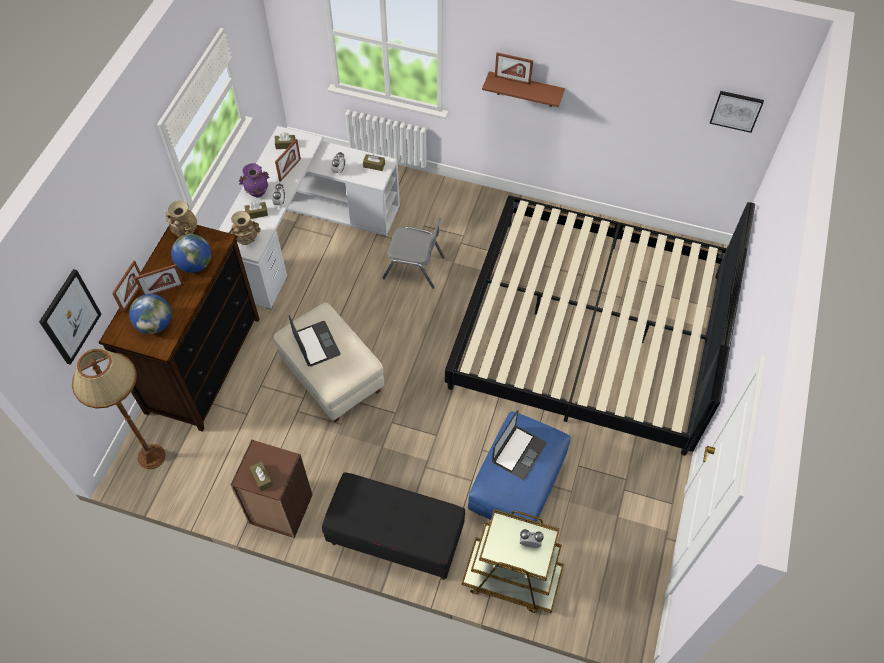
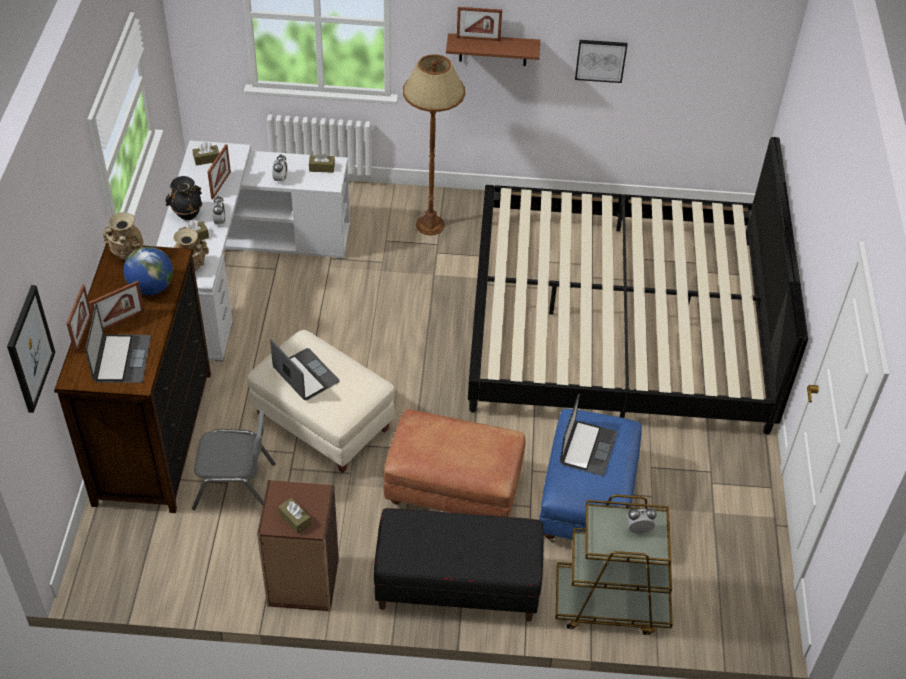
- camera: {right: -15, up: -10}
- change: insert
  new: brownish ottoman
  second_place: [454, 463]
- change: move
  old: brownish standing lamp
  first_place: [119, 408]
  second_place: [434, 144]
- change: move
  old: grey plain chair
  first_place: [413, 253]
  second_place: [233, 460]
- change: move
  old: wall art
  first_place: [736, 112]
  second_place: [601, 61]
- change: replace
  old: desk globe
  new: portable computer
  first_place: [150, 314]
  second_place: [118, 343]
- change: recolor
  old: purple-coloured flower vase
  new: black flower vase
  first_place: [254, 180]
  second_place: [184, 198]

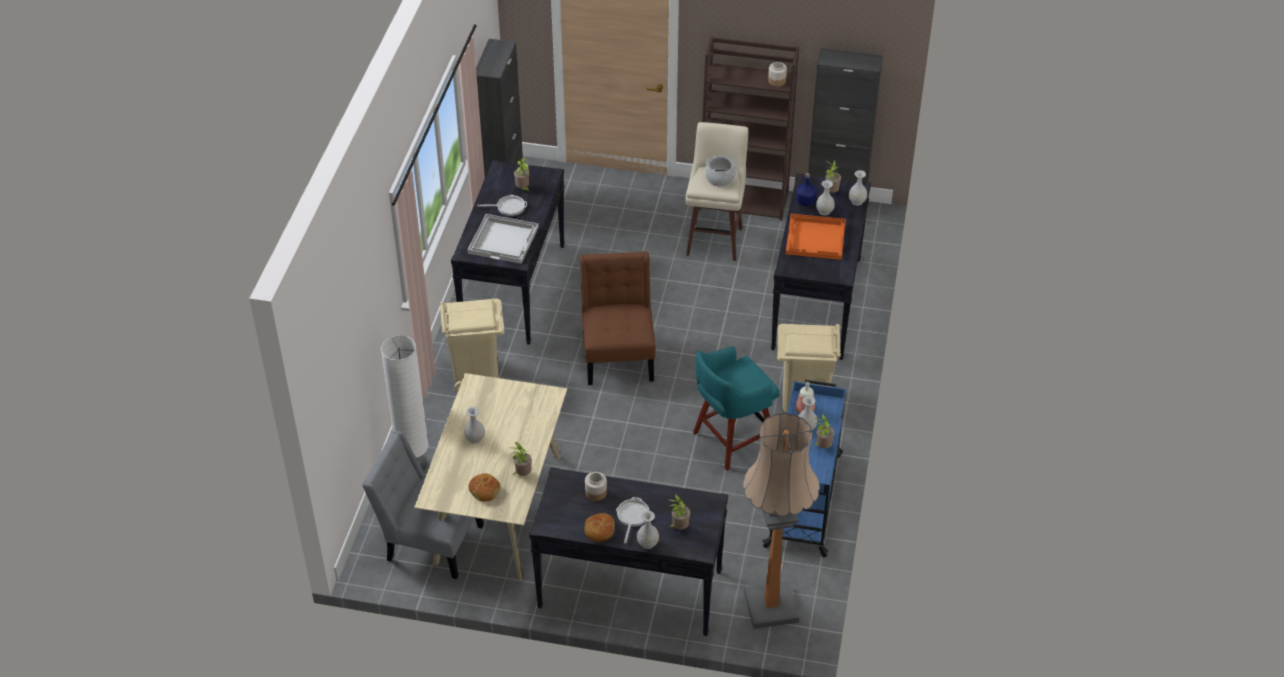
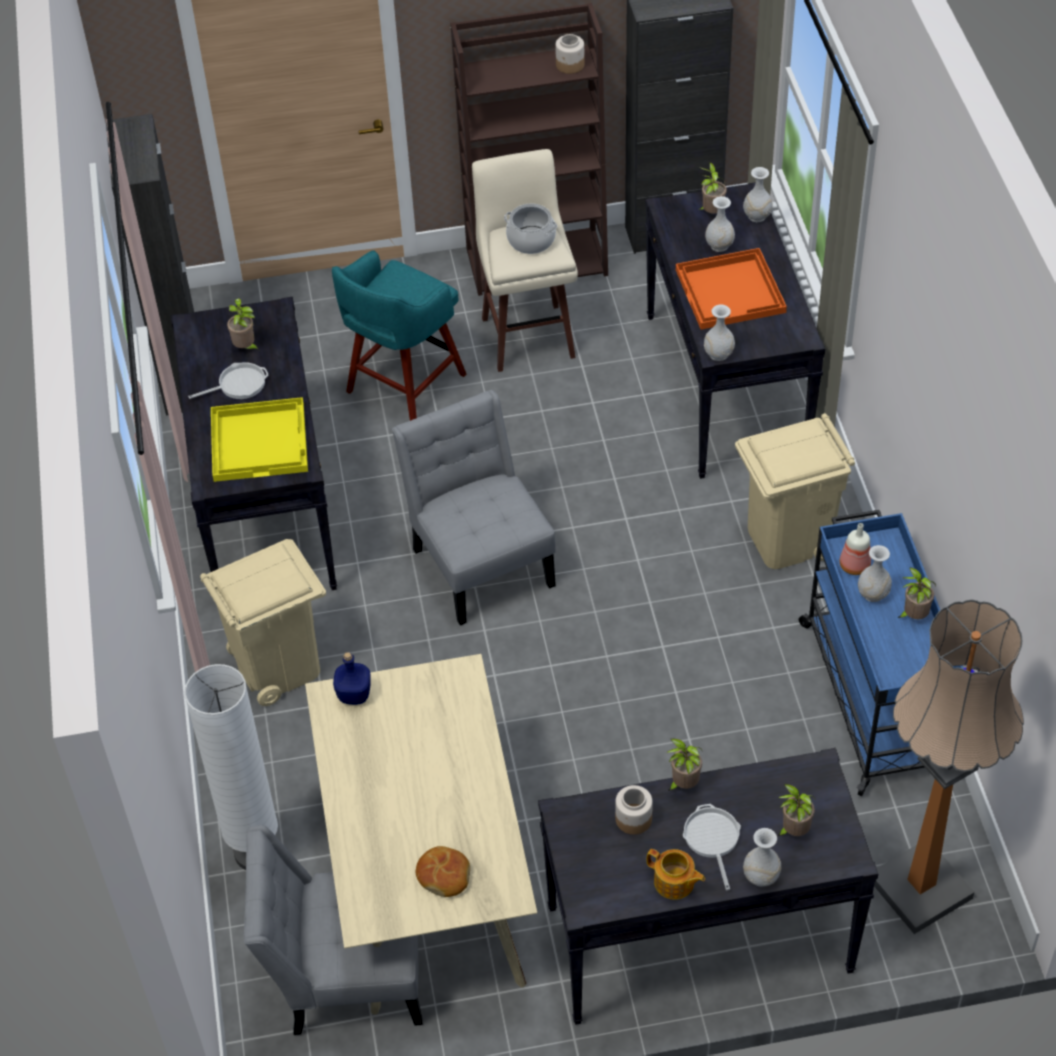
- camera: {right: -20, up: 5}
- change: move
  old: white-coloured flower vase
  first_place: [474, 425]
  second_place: [719, 333]
- change: move
  old: potted plant
  first_place: [521, 459]
  second_place: [684, 765]
- change: move
  old: blue-green sitting stool
  first_place: [736, 408]
  second_place: [399, 335]
- change: move
  old: bluish drink bottle
  first_place: [806, 189]
  second_place: [352, 678]
- change: replace
  old: bread
  new: tea pot
  first_place: [600, 527]
  second_place: [676, 874]
- change: recolor
  old: white-coloured serving tray
  new: yellow-coloured serving tray
  first_place: [503, 239]
  second_place: [259, 439]
- change: recolor
  old: brownish plain chair
  new: grey plain chair
  first_place: [618, 318]
  second_place: [474, 508]

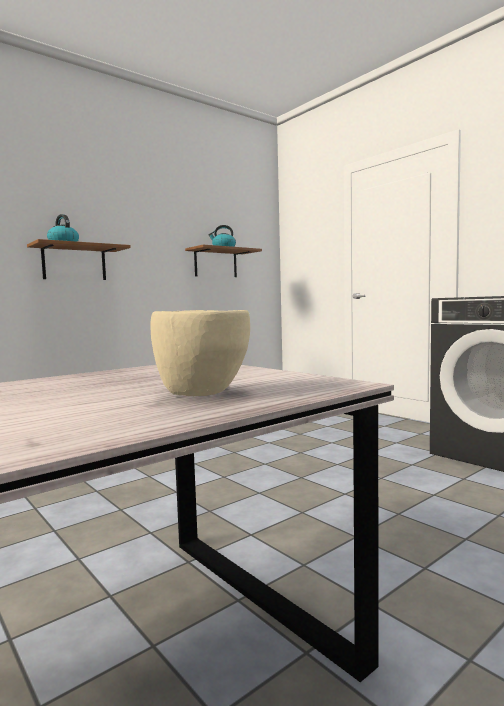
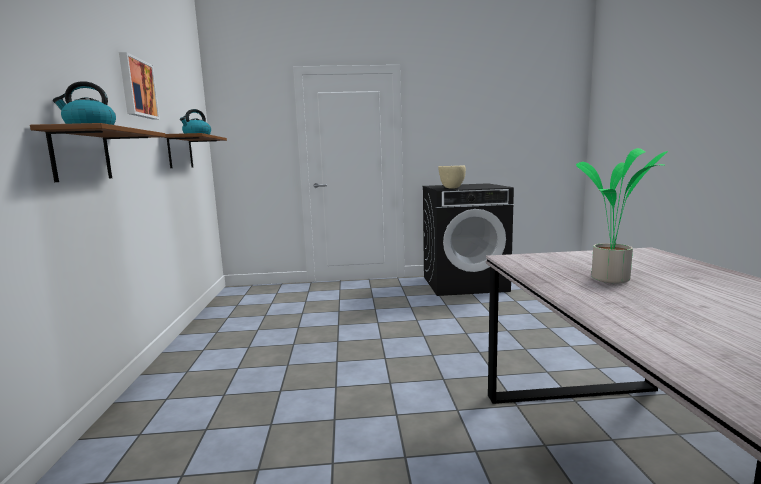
- camera: {right: -55, up: 5}
- change: insert
  new: wall art
  second_place: [139, 86]
- change: insert
  new: potted plant
  second_place: [622, 215]
- change: move
  old: beige bowl
  first_place: [200, 353]
  second_place: [452, 177]

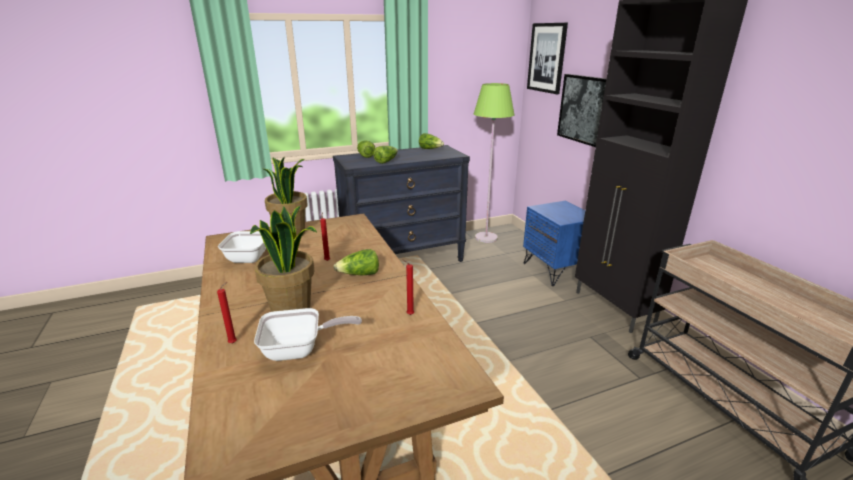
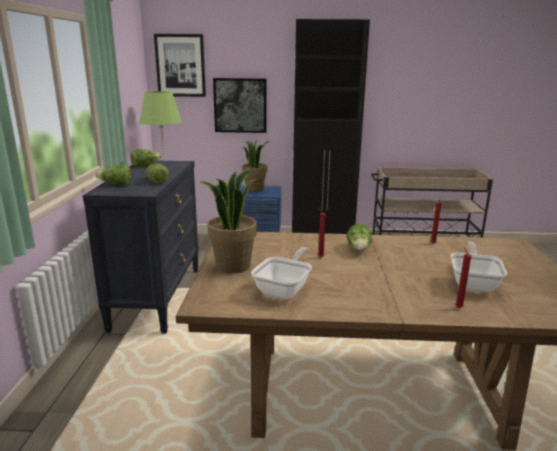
- camera: {right: -65, up: -5}
- change: move
  old: potted plant
  first_place: [283, 259]
  second_place: [256, 165]

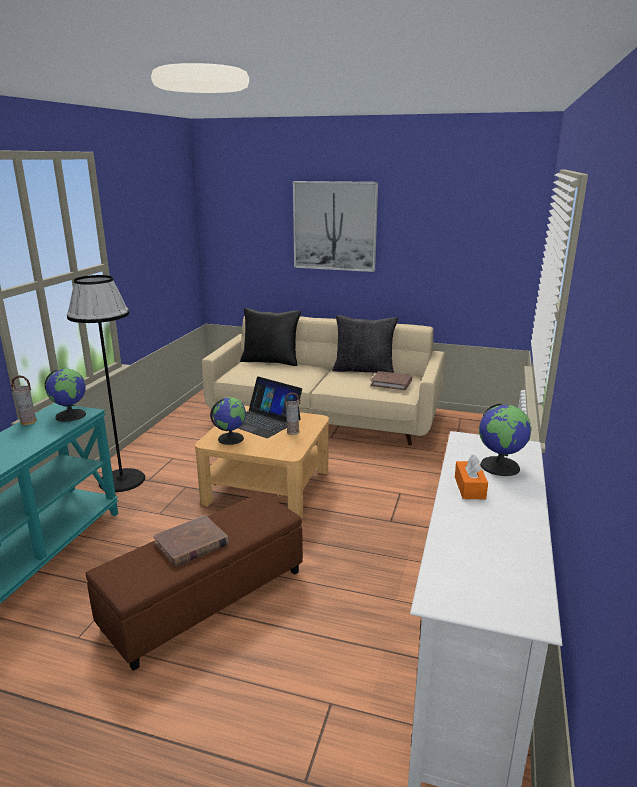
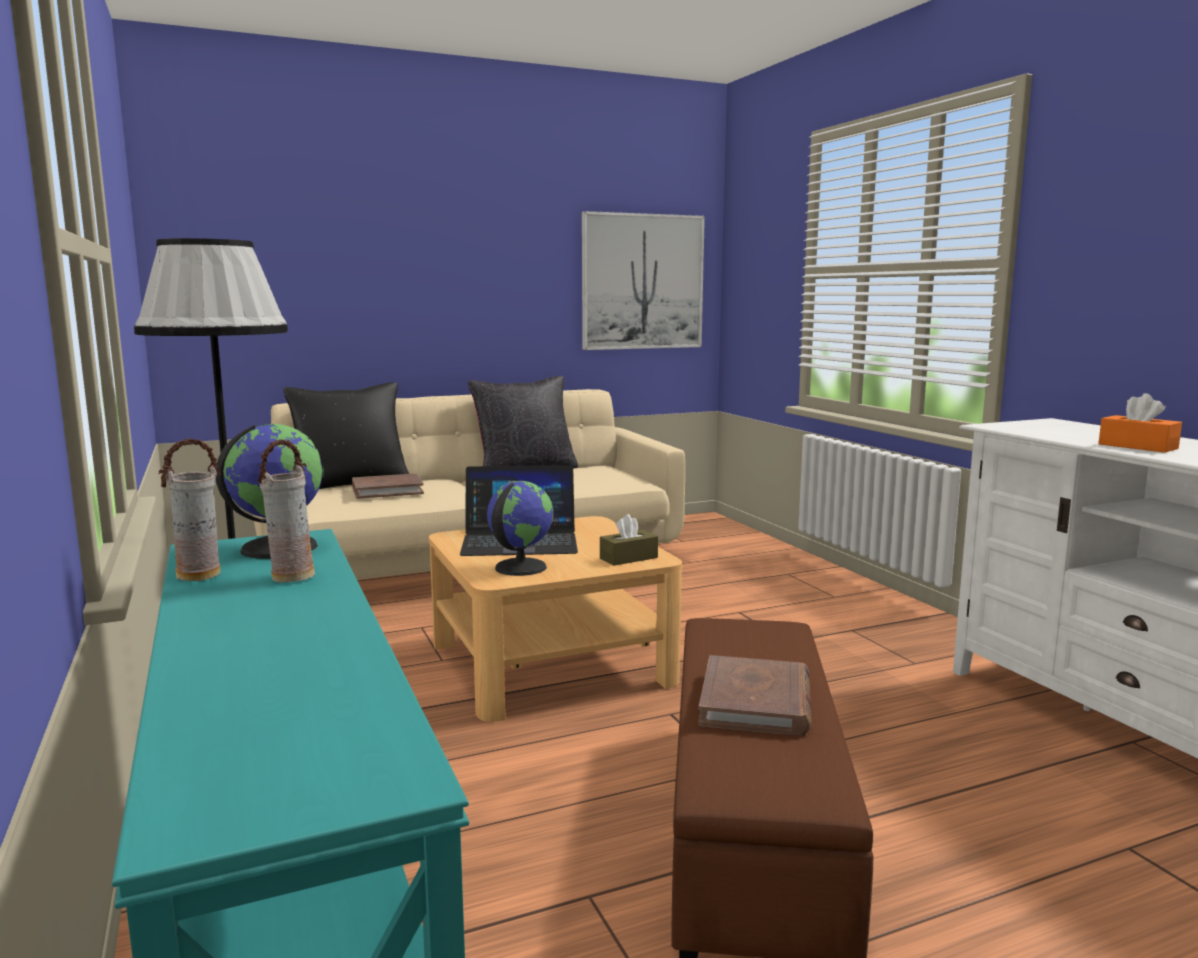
- camera: {right: -40, up: -10}
- change: delete
  old: desk globe
  first_place: [505, 440]
- change: insert
  new: brownish tissue holder
  second_place: [629, 540]
- change: move
  old: flower vase
  first_place: [292, 414]
  second_place: [286, 510]
- change: move
  old: wall art
  first_place: [335, 226]
  second_place: [643, 280]
- change: move
  old: brownish book
  first_place: [391, 380]
  second_place: [388, 486]

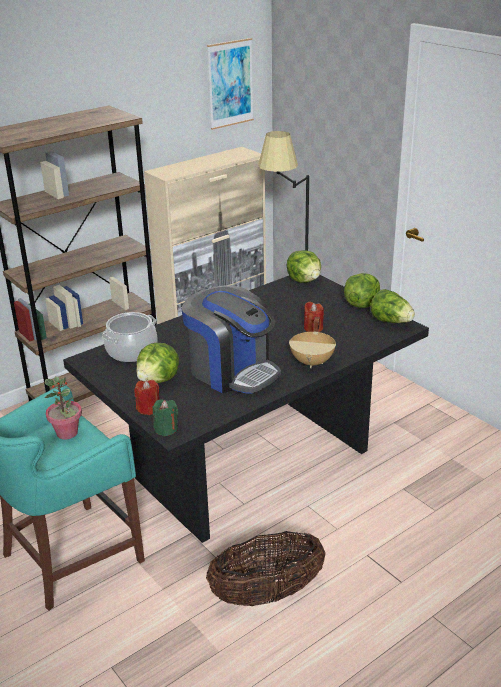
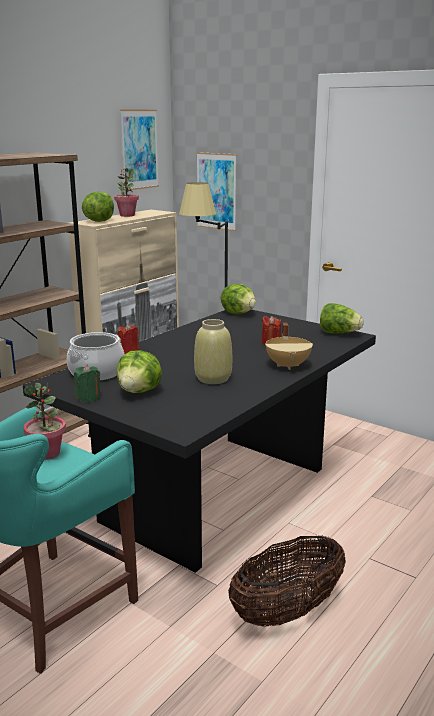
- camera: {right: -15, up: -10}
- change: insert
  new: potted plant
  second_place: [126, 192]
- change: insert
  new: wall art
  second_place: [216, 191]
- change: move
  old: red-coloured wax candle
  first_place: [146, 397]
  second_place: [128, 339]
- change: move
  old: green-coloured wax candle
  first_place: [165, 417]
  second_place: [87, 383]
- change: move
  old: lettuce
  first_place: [362, 290]
  second_place: [98, 207]
- change: replace
  old: coffee maker
  new: beige flower vase
  first_place: [231, 339]
  second_place: [213, 351]

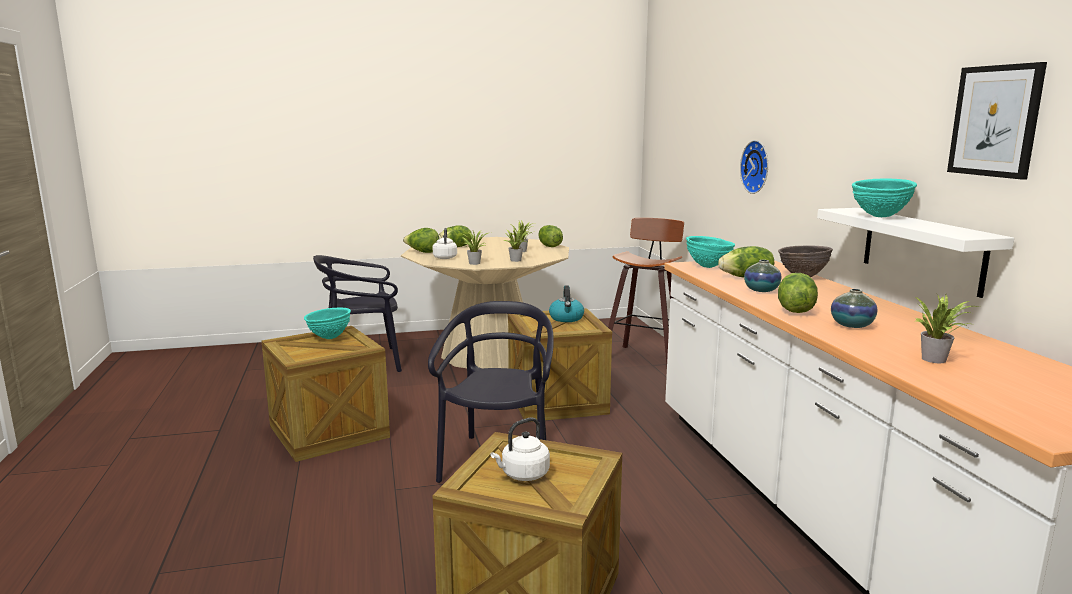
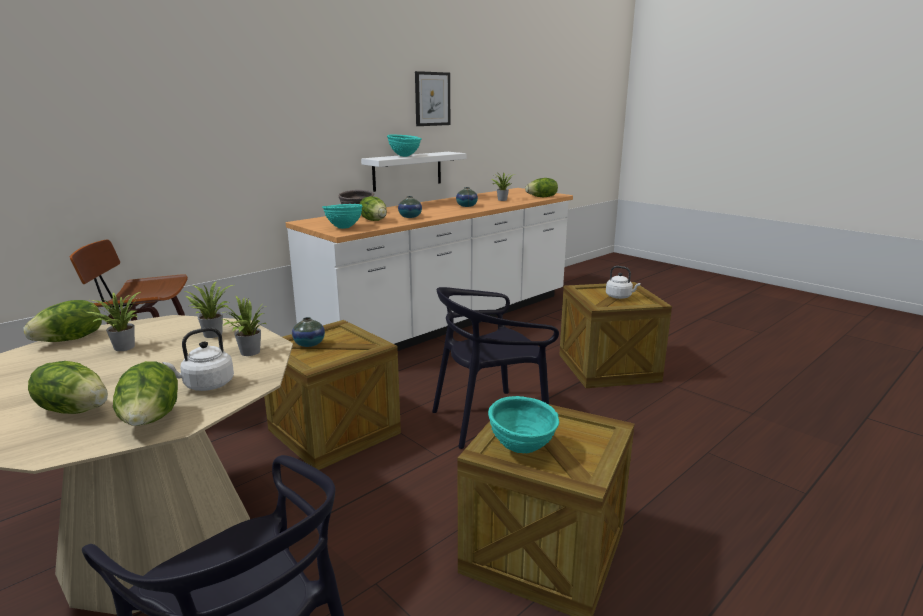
- camera: {right: -120, up: 5}
- change: delete
  old: clock on the wall
  first_place: [754, 167]
- change: move
  old: lettuce
  first_place: [798, 293]
  second_place: [541, 187]
- change: replace
  old: kettle
  new: flower vase
  first_place: [566, 303]
  second_place: [308, 332]

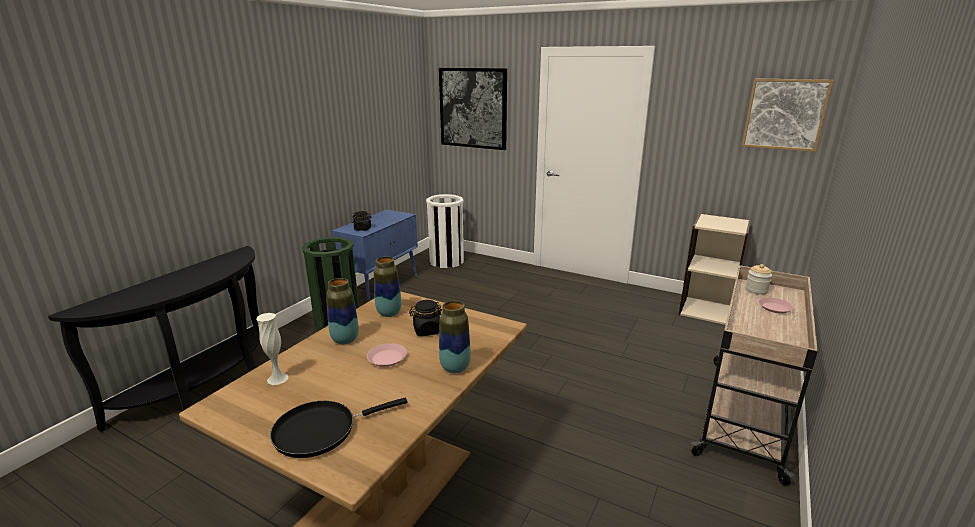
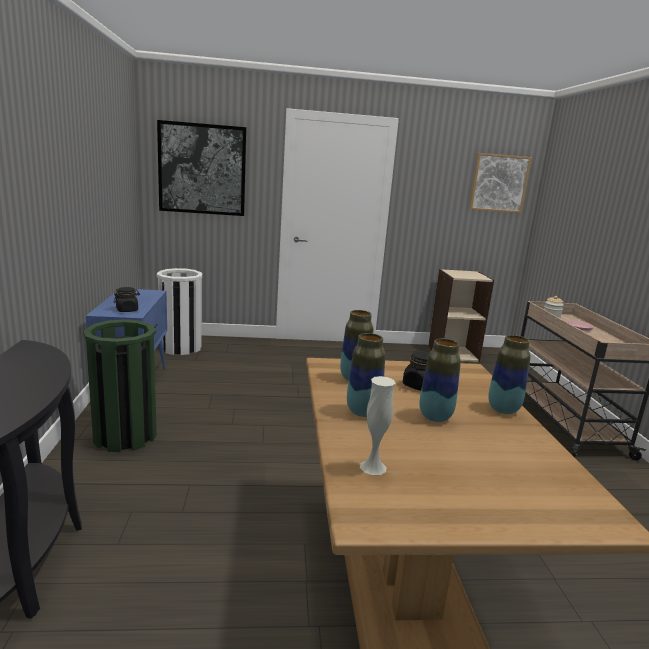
- camera: {right: -35, up: -5}
- change: delete
  old: black pan
  first_place: [339, 428]
- change: replace
  old: pinkish plate
  new: flower vase
  first_place: [387, 355]
  second_place: [440, 380]

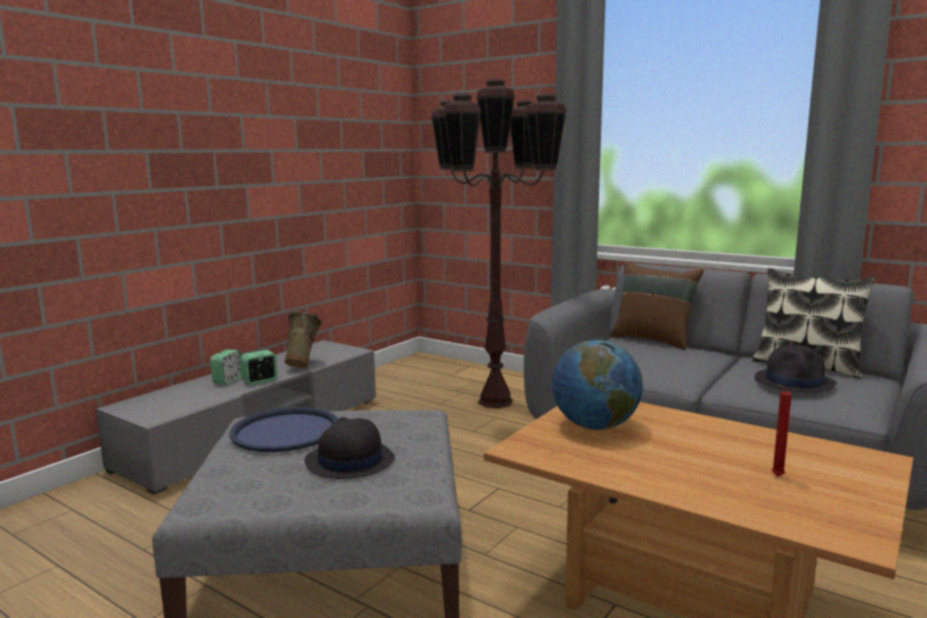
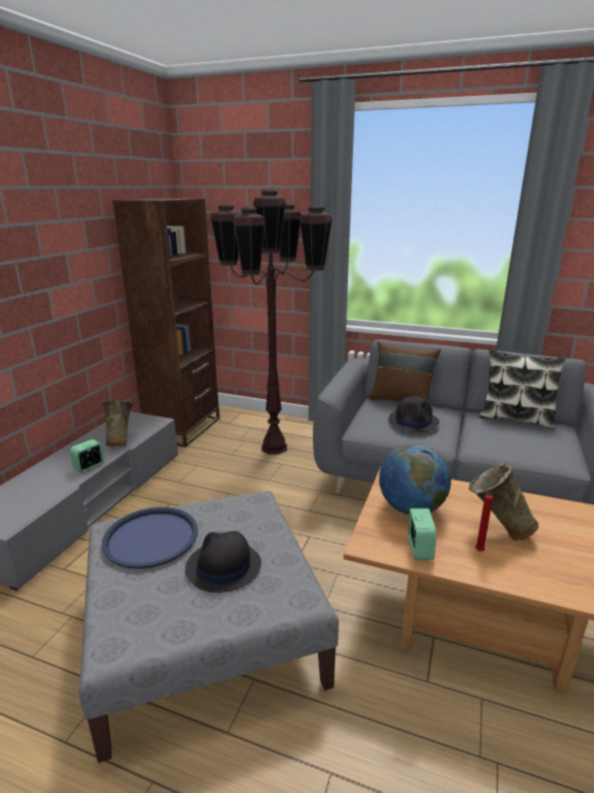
- camera: {right: -15, up: 10}
- change: insert
  new: brownish bookcase
  second_place: [166, 322]
- change: insert
  new: beige flower vase
  second_place: [504, 502]
- change: move
  old: alarm clock
  first_place: [226, 367]
  second_place: [422, 534]
- change: move
  old: black hat
  first_place: [795, 369]
  second_place: [413, 413]
- change: move
  old: red-coloured wax candle
  first_place: [781, 429]
  second_place: [484, 520]

